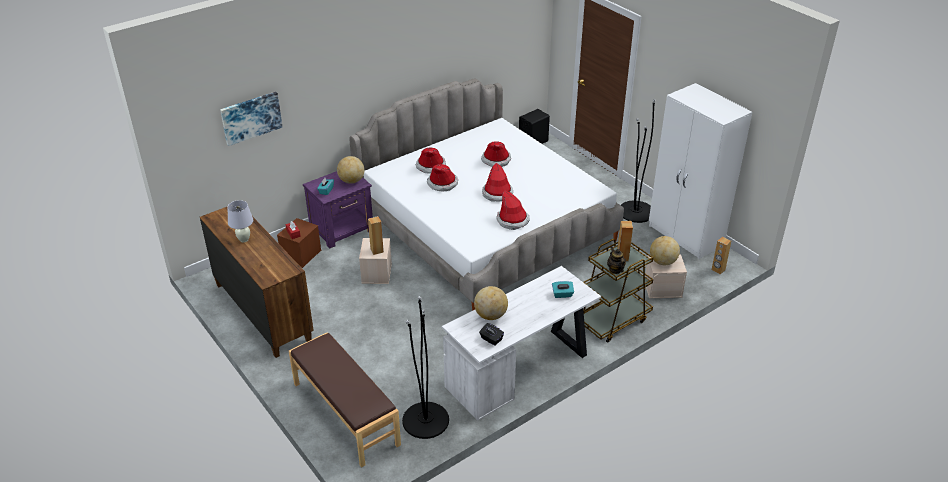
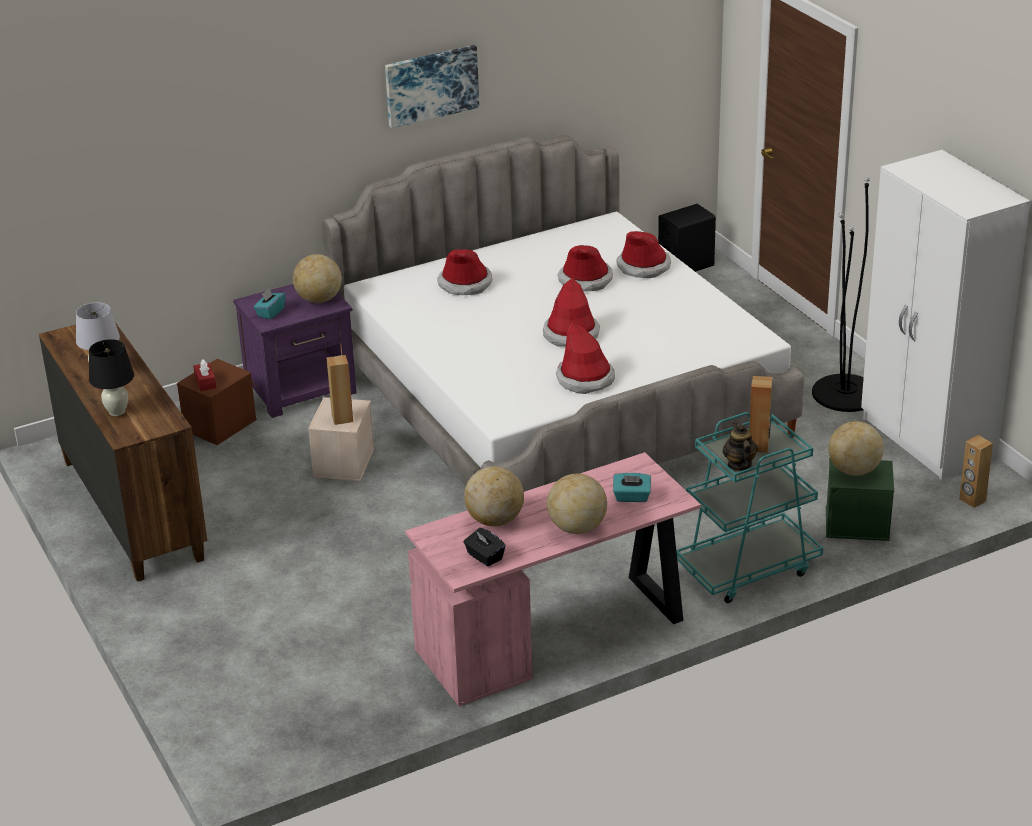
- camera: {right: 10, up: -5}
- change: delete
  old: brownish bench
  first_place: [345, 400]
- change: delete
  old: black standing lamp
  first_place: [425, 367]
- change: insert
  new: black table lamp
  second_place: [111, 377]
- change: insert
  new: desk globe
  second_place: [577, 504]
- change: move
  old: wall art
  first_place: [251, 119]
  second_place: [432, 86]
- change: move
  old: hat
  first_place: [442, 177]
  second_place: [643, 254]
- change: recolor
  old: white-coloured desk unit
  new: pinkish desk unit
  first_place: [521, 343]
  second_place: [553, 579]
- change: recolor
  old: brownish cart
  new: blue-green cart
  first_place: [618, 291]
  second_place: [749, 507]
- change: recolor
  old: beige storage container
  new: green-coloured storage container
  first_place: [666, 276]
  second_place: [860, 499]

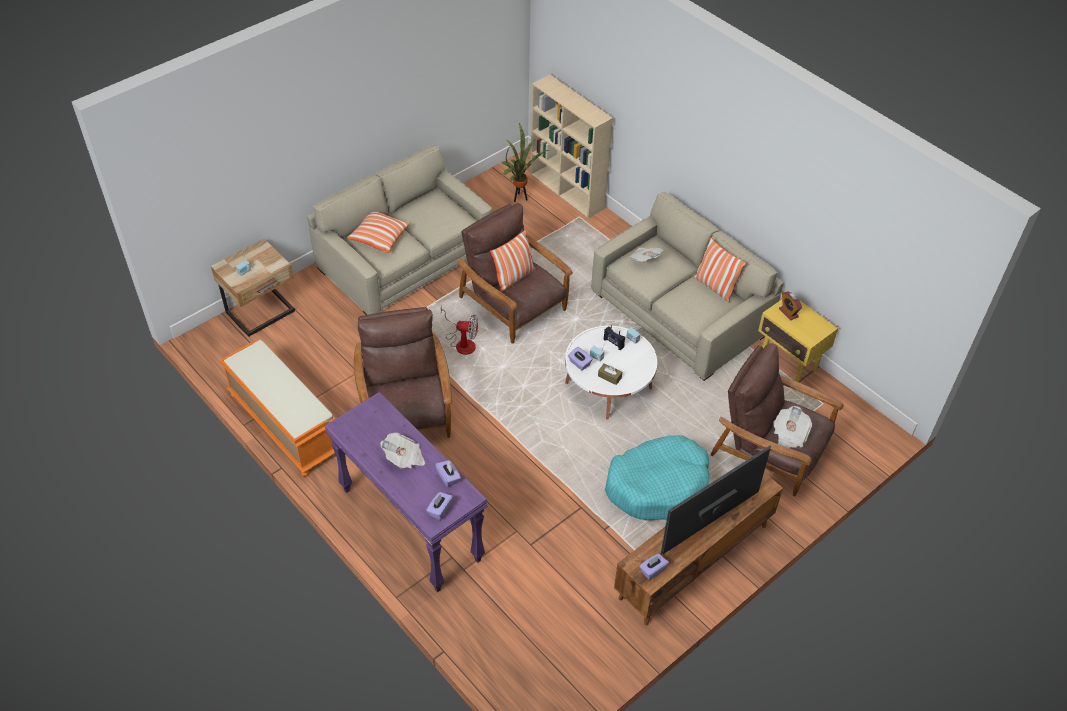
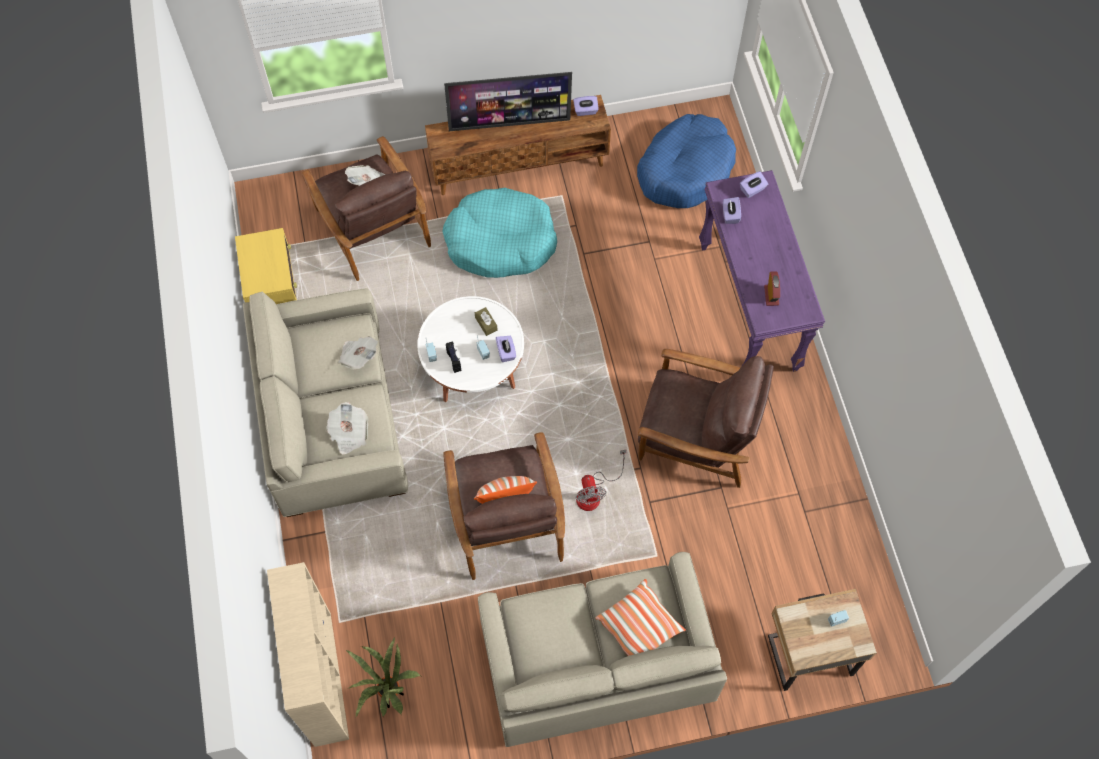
- camera: {right: -150, up: 15}
- change: delete
  old: orange bench
  first_place: [277, 407]
- change: delete
  old: pillow
  first_place: [720, 269]
- change: insert
  new: bluish pet bed
  second_place: [686, 161]
- change: move
  old: daily paper
  first_place: [402, 451]
  second_place: [358, 353]
- change: move
  old: alarm clock
  first_place: [790, 306]
  second_place: [772, 289]
- change: rotate
  old: brownish armchair
  first_place: [403, 372]
  second_place: [706, 418]
  degrees: -90
- change: rotate
  old: cooling fan
  first_place: [459, 330]
  second_place: [601, 480]
  degrees: -135

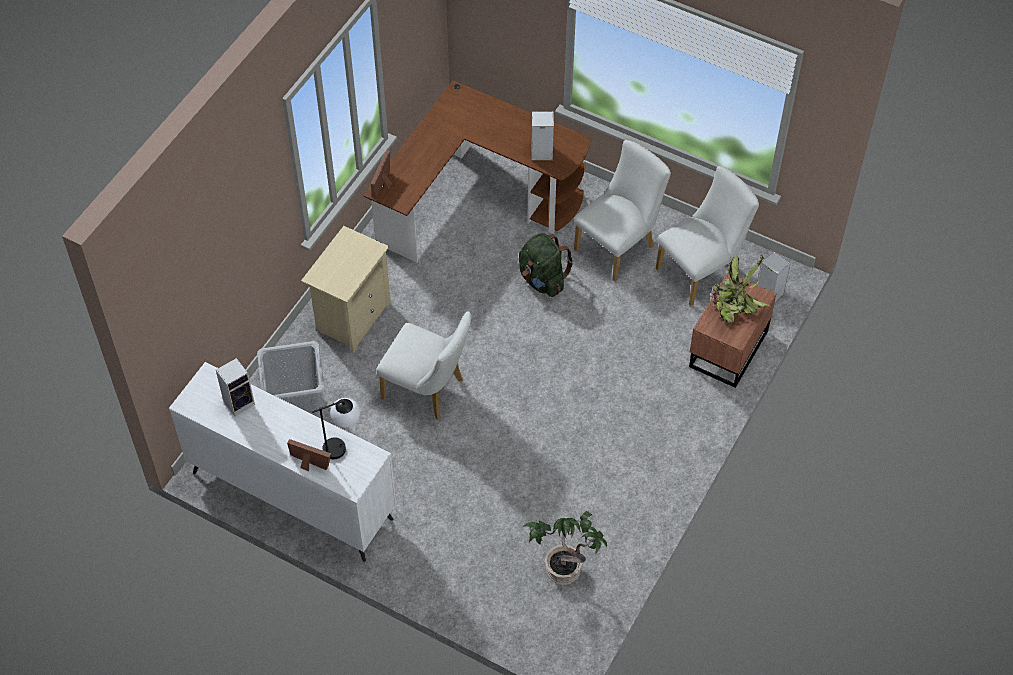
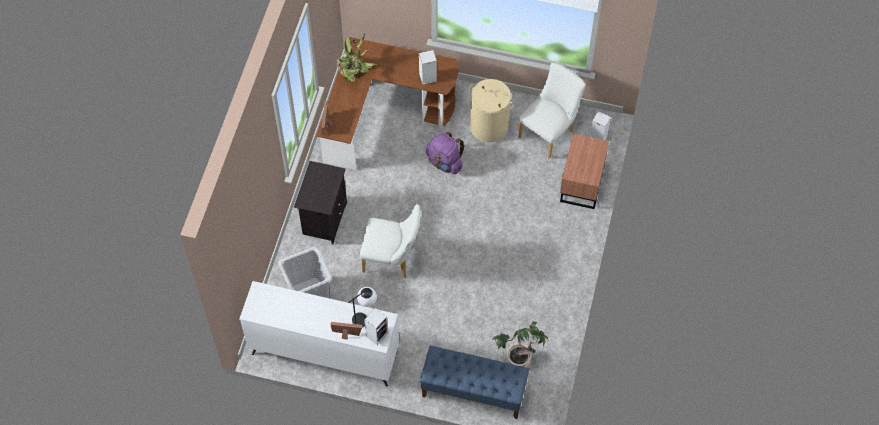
- camera: {right: -15, up: 5}
- change: insert
  new: bluish bench
  second_place: [474, 382]
- change: move
  old: speaker
  first_place: [235, 387]
  second_place: [376, 326]
- change: move
  old: potted plant
  first_place: [740, 289]
  second_place: [357, 57]
- change: replace
  old: white-coloured plain chair
  new: beige laundry basket
  first_place: [622, 210]
  second_place: [491, 110]
- change: recolor
  old: beige nightstand
  new: black nightstand
  first_place: [346, 289]
  second_place: [320, 203]
- change: recolor
  old: green-coloured knapsack
  new: purple-coloured knapsack
  first_place: [546, 265]
  second_place: [445, 153]

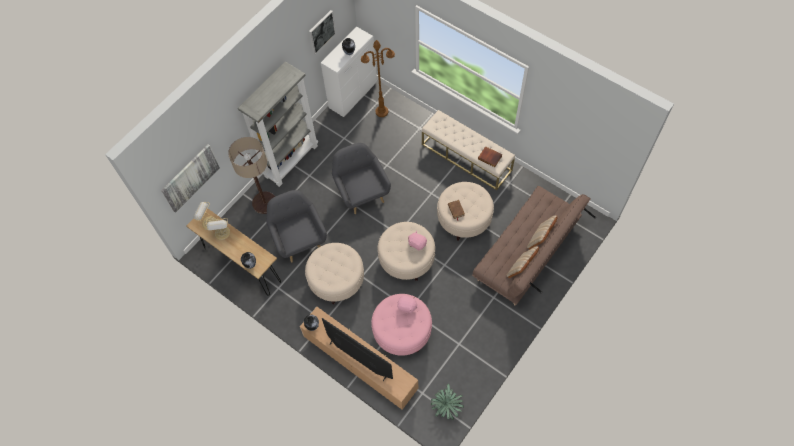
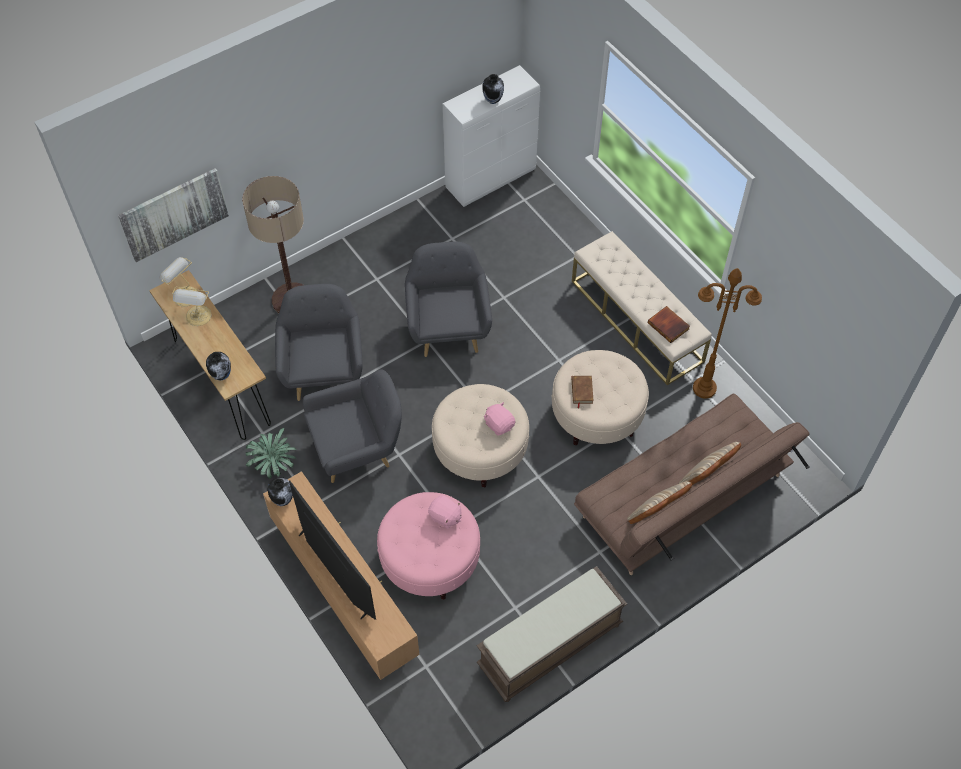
- camera: {right: 15, up: -5}
- change: delete
  old: grey bookcase
  first_place: [278, 124]
- change: delete
  old: wall art
  first_place: [322, 32]
- change: insert
  new: brownish bench
  second_place: [552, 634]
- change: move
  old: brownish standing lamp
  first_place: [378, 78]
  second_place: [727, 333]
- change: move
  old: potted plant
  first_place: [447, 402]
  second_place: [271, 453]
- change: replace
  old: beige ottoman
  new: grey armchair
  first_place: [334, 273]
  second_place: [352, 426]

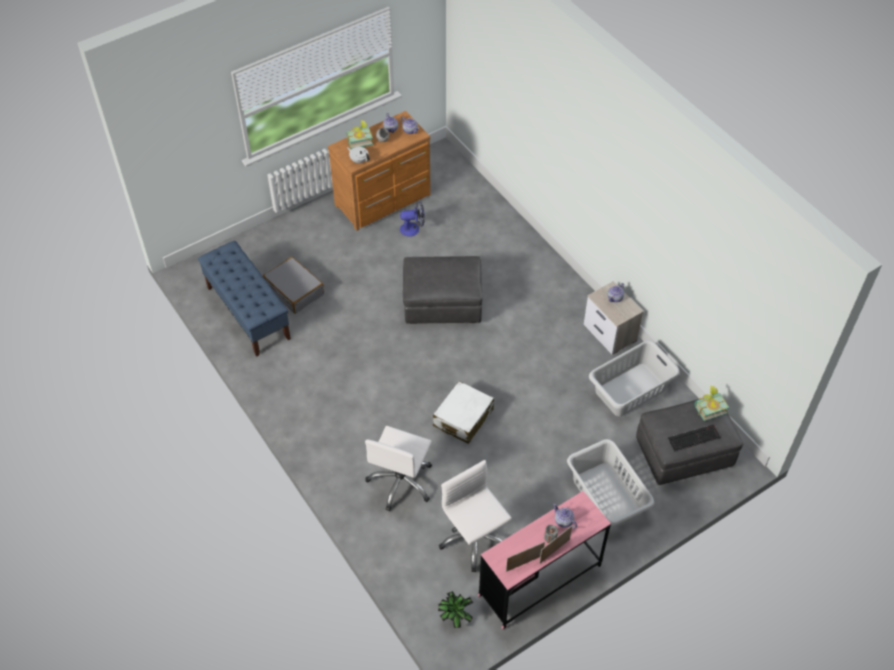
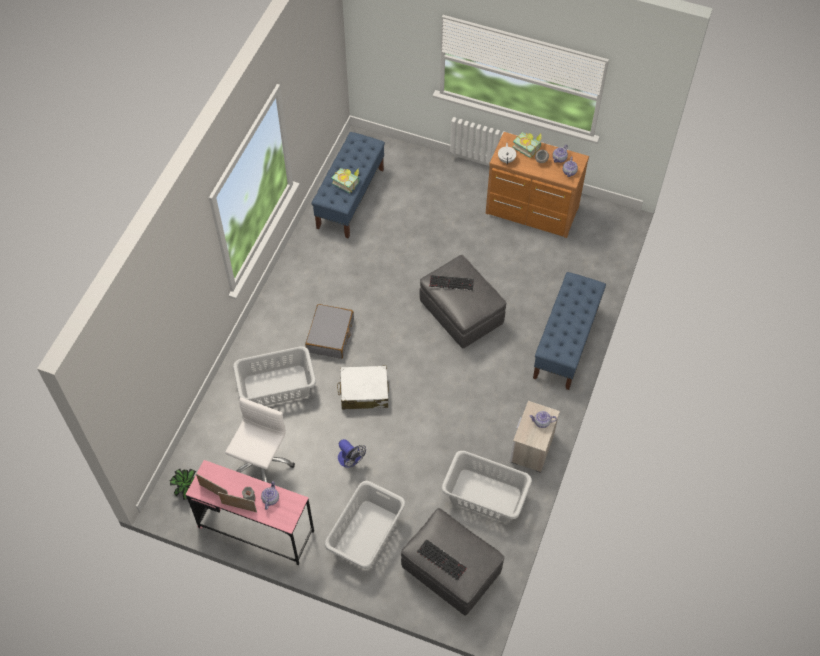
- camera: {right: 55, up: 5}
- change: insert
  new: computer keyboard
  second_place: [452, 283]
- change: insert
  new: bluish bench
  second_place: [569, 331]
- change: move
  old: grey piece of luggage
  first_place: [293, 285]
  second_place: [329, 331]
- change: move
  old: cooling fan
  first_place: [412, 218]
  second_place: [352, 453]
- change: move
  old: book
  first_place: [712, 403]
  second_place: [345, 180]
- change: replace
  old: white-coloured computer chair
  new: grey laundry basket
  first_place: [398, 468]
  second_place: [274, 376]

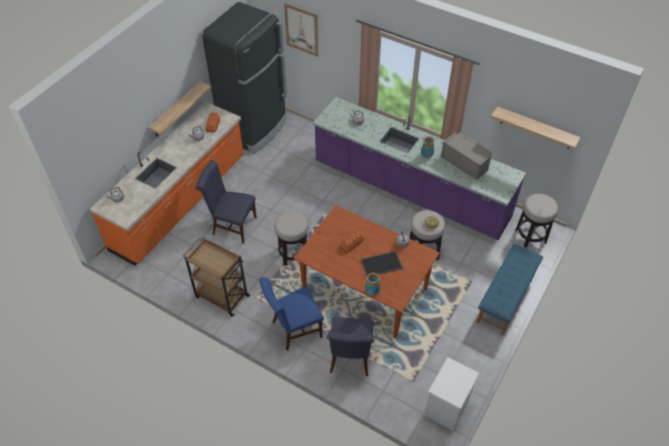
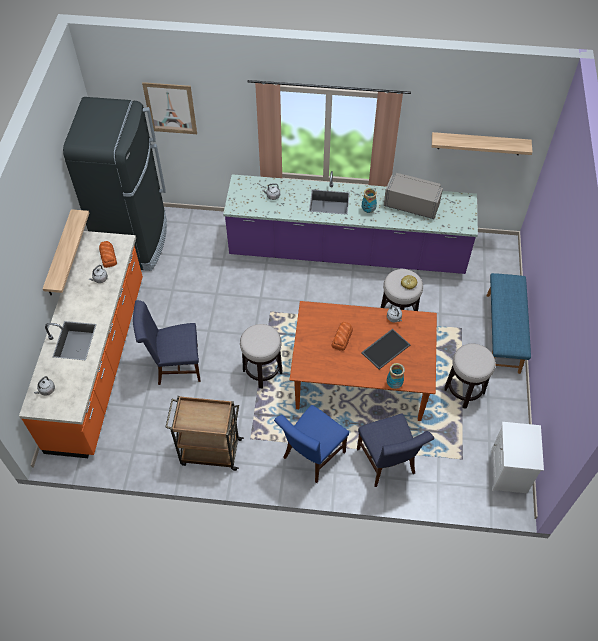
- camera: {right: -25, up: 5}
- change: move
  old: sitting stool
  first_place: [536, 221]
  second_place: [470, 376]

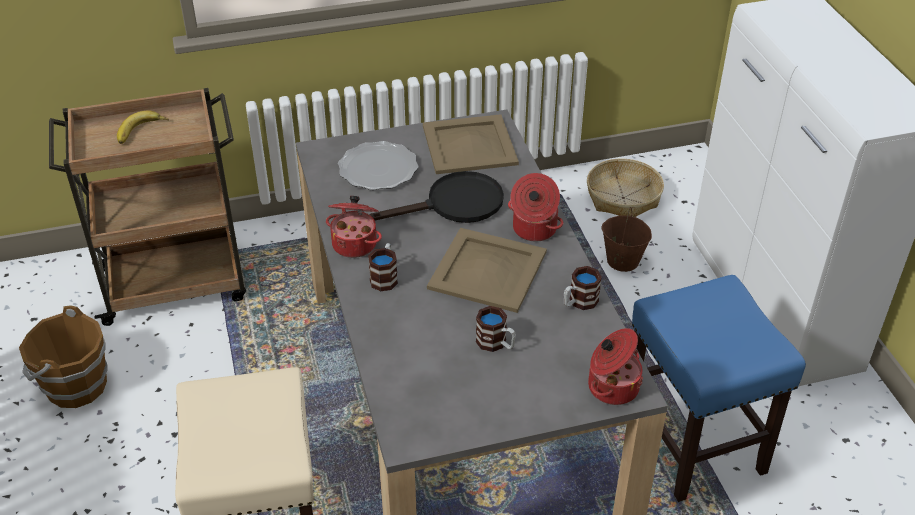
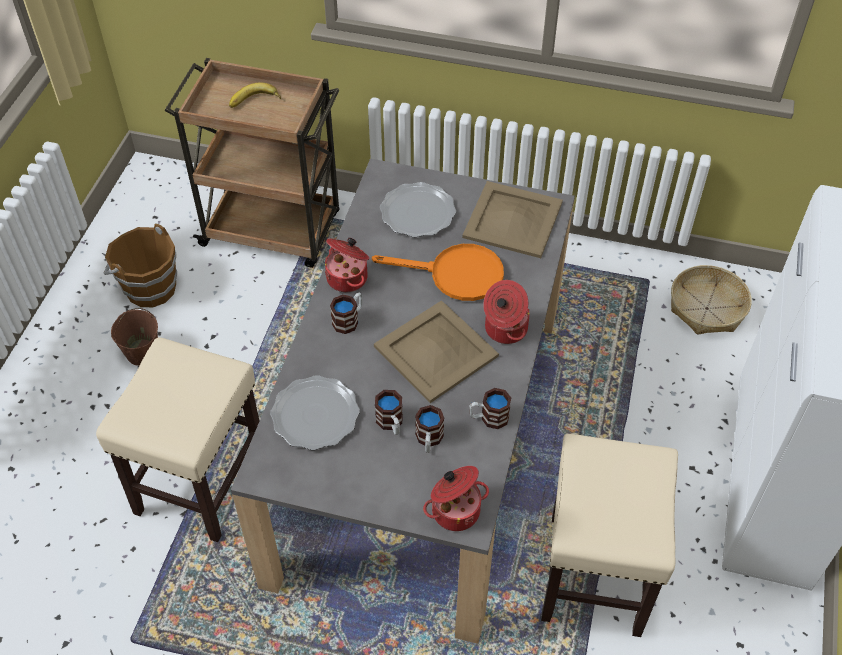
- camera: {right: 30, up: 10}
- change: insert
  new: plate
  second_place: [315, 412]
- change: insert
  new: mug
  second_place: [429, 429]
- change: move
  old: brownish water bucket
  first_place: [626, 239]
  second_place: [134, 337]
- change: recolor
  old: black pan
  new: orange pan
  first_place: [436, 197]
  second_place: [438, 272]
- change: recolor
  old: bluish sitting stool
  new: beige sitting stool
  first_place: [719, 388]
  second_place: [609, 535]

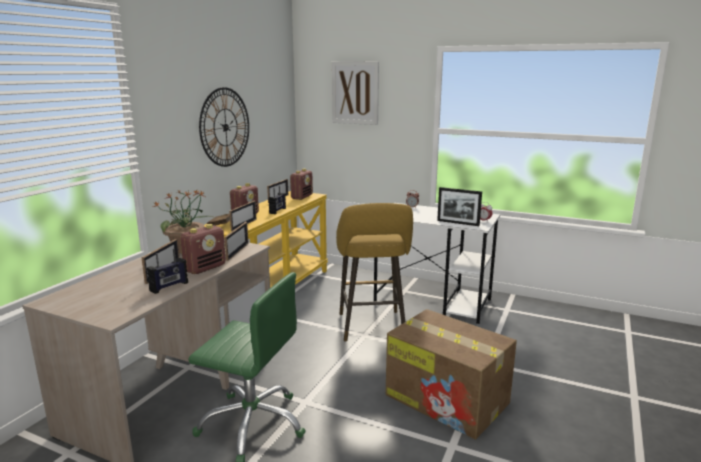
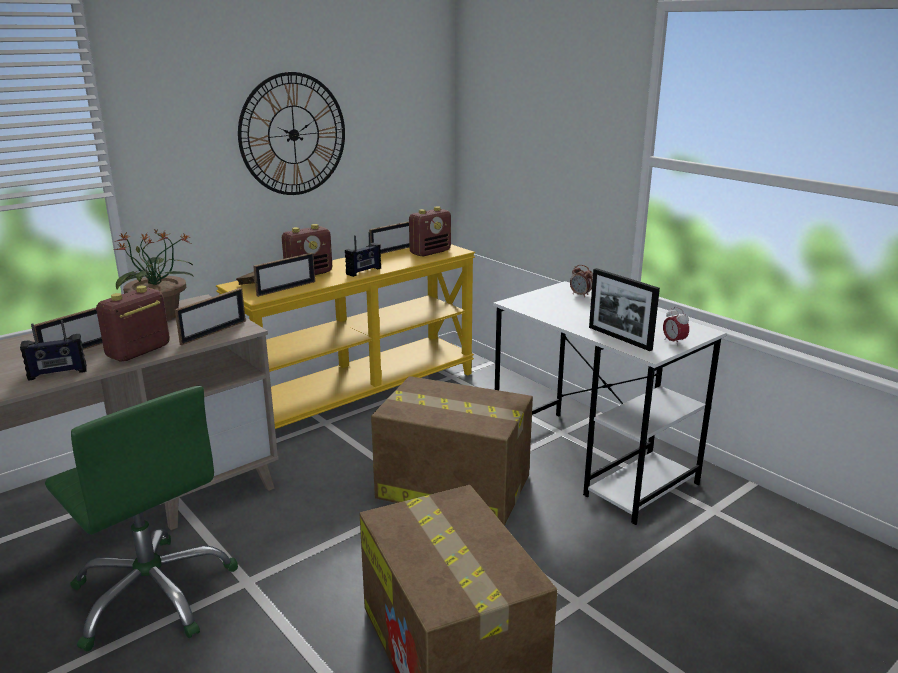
- camera: {right: 25, up: 5}
- change: delete
  old: wall art
  first_place: [355, 93]
- change: replace
  old: yellow-coloured sitting stool
  new: carton
  first_place: [374, 272]
  second_place: [452, 451]
- change: rotate
  old: radio set
  first_place: [203, 249]
  second_place: [133, 323]
  degrees: 150

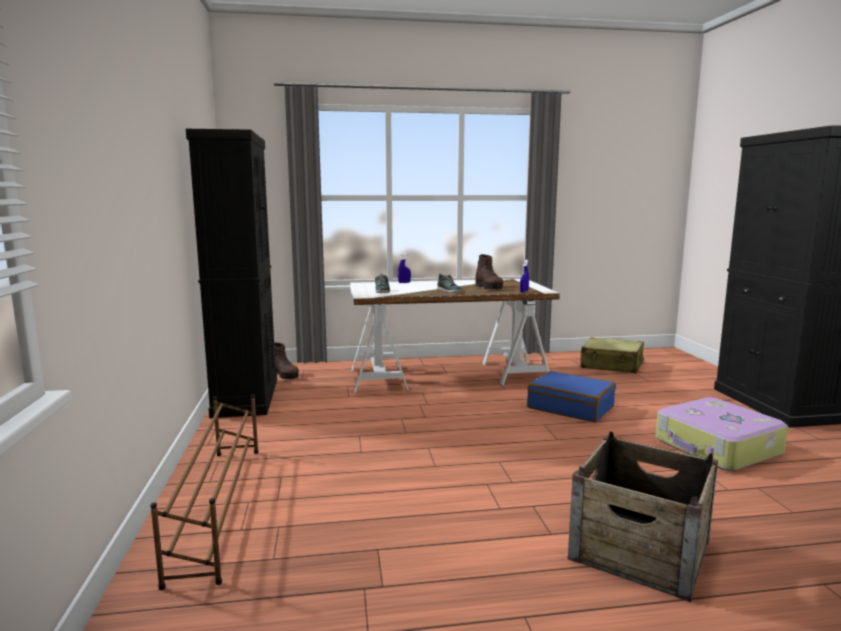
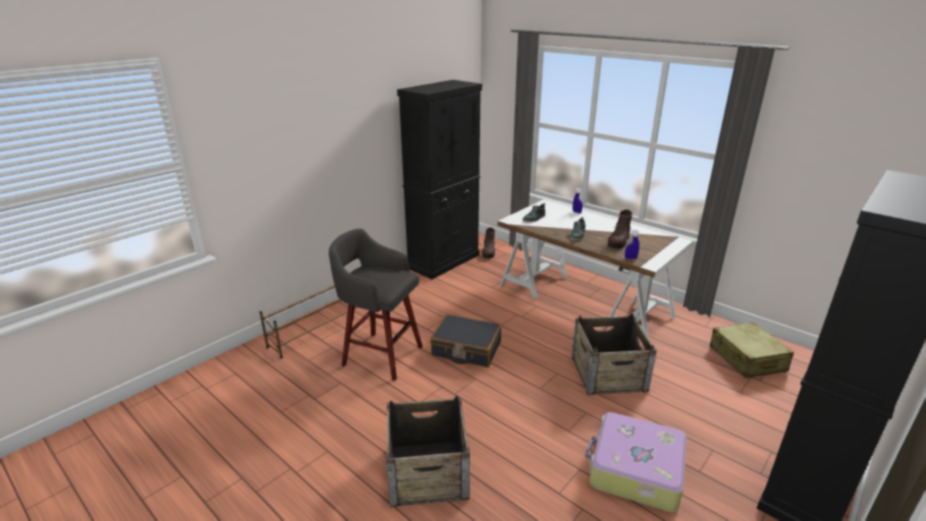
- camera: {right: 50, up: 15}
- change: insert
  new: grey sitting stool
  second_place: [376, 305]
- change: insert
  new: black piece of luggage
  second_place: [466, 340]
- change: replace
  old: bluish piece of luggage
  new: crate
  first_place: [571, 396]
  second_place: [614, 354]

